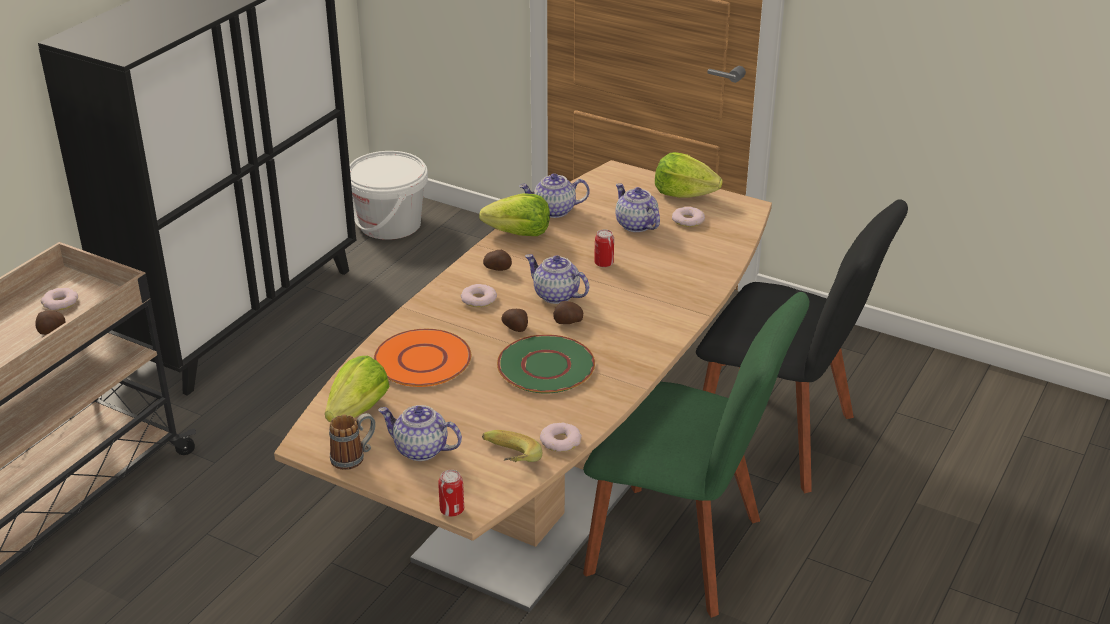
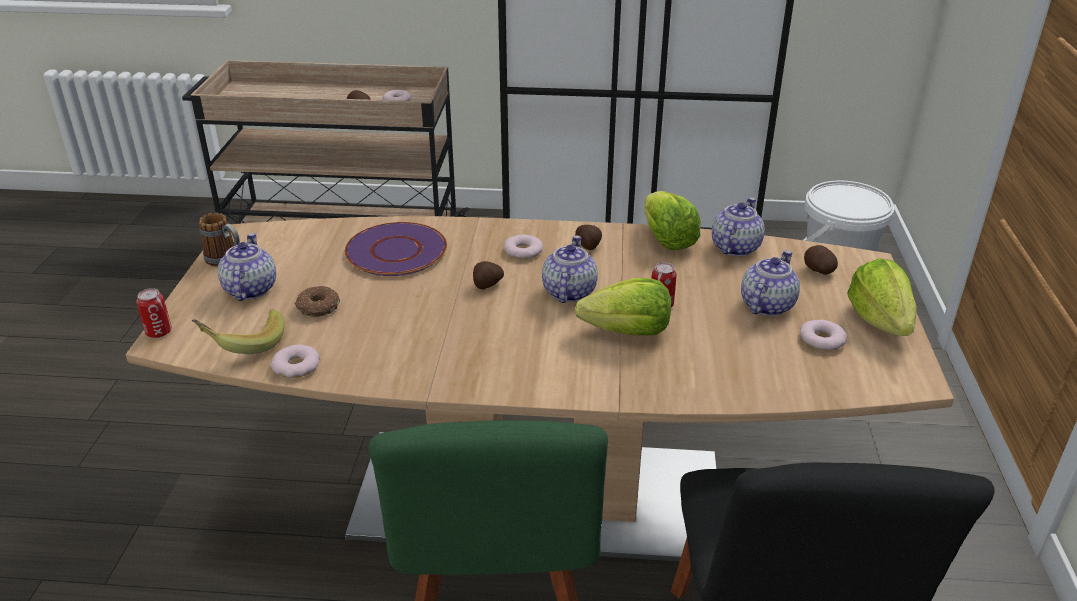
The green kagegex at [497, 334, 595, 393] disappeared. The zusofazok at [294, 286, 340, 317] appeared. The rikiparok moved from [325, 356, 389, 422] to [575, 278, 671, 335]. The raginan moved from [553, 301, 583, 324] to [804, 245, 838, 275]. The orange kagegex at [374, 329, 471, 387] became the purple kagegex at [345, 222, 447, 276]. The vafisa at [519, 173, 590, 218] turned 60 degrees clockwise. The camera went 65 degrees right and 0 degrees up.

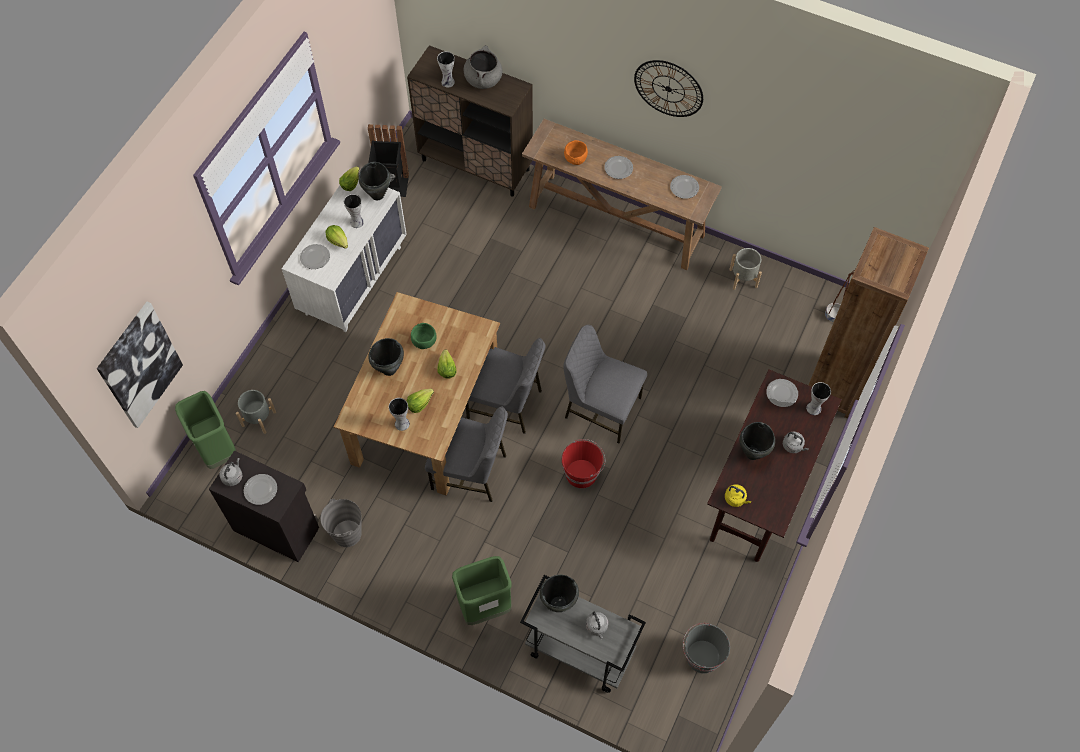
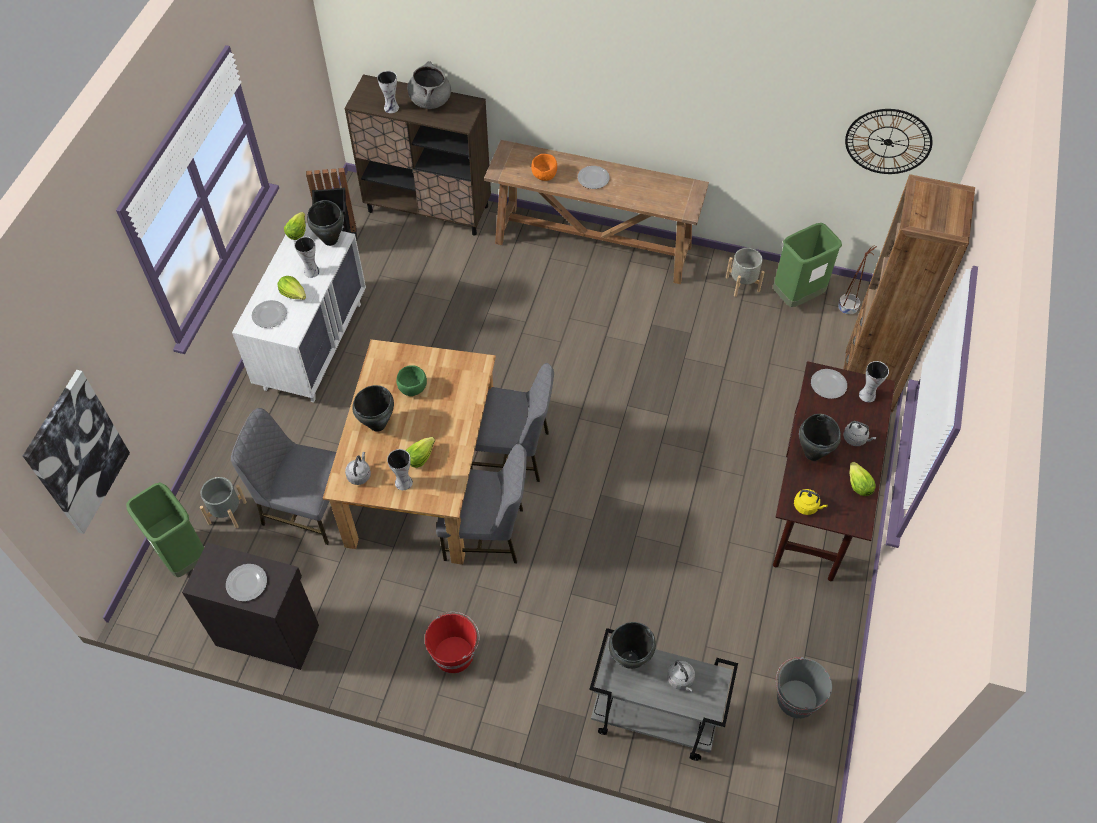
The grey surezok at [320, 499, 362, 547] disappeared. The kagegex at [670, 175, 699, 199] disappeared. The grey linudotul moved from [220, 458, 242, 486] to [345, 452, 371, 485]. The rikiparok moved from [437, 350, 457, 379] to [849, 462, 875, 496]. The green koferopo moved from [452, 556, 512, 625] to [773, 223, 842, 307]. The red surezok moved from [562, 439, 605, 488] to [425, 612, 480, 673]. The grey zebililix moved from [563, 325, 647, 443] to [231, 408, 336, 545]. The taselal moved from [634, 60, 703, 117] to [845, 109, 933, 174]. The camera went 10 degrees left and 5 degrees down.

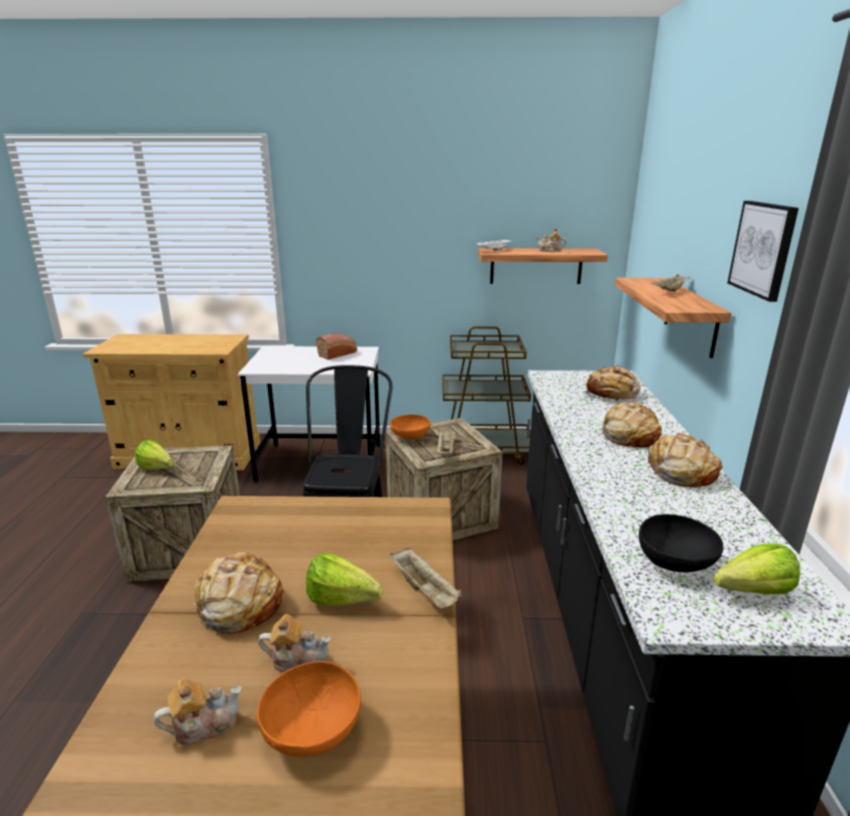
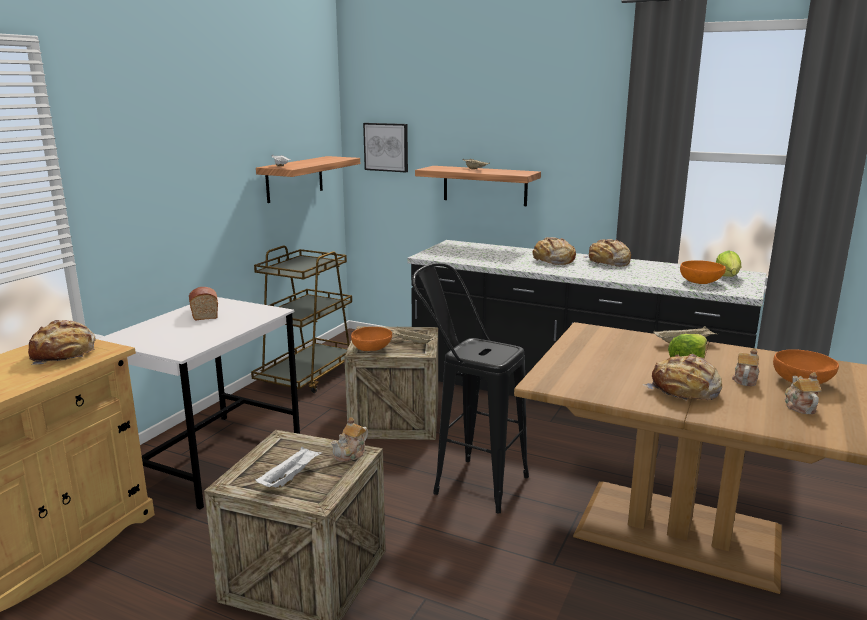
The vafisa moved from [537, 227, 566, 252] to [331, 417, 368, 462]. The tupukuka moved from [582, 365, 640, 401] to [28, 320, 96, 365]. The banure moved from [727, 201, 799, 302] to [363, 123, 408, 172]. The rikiparok at [135, 440, 173, 470] was replaced by the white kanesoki at [256, 447, 322, 488]. The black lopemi at [639, 514, 723, 572] became the orange lopemi at [680, 260, 726, 284]. The camera went 65 degrees left and 5 degrees down.

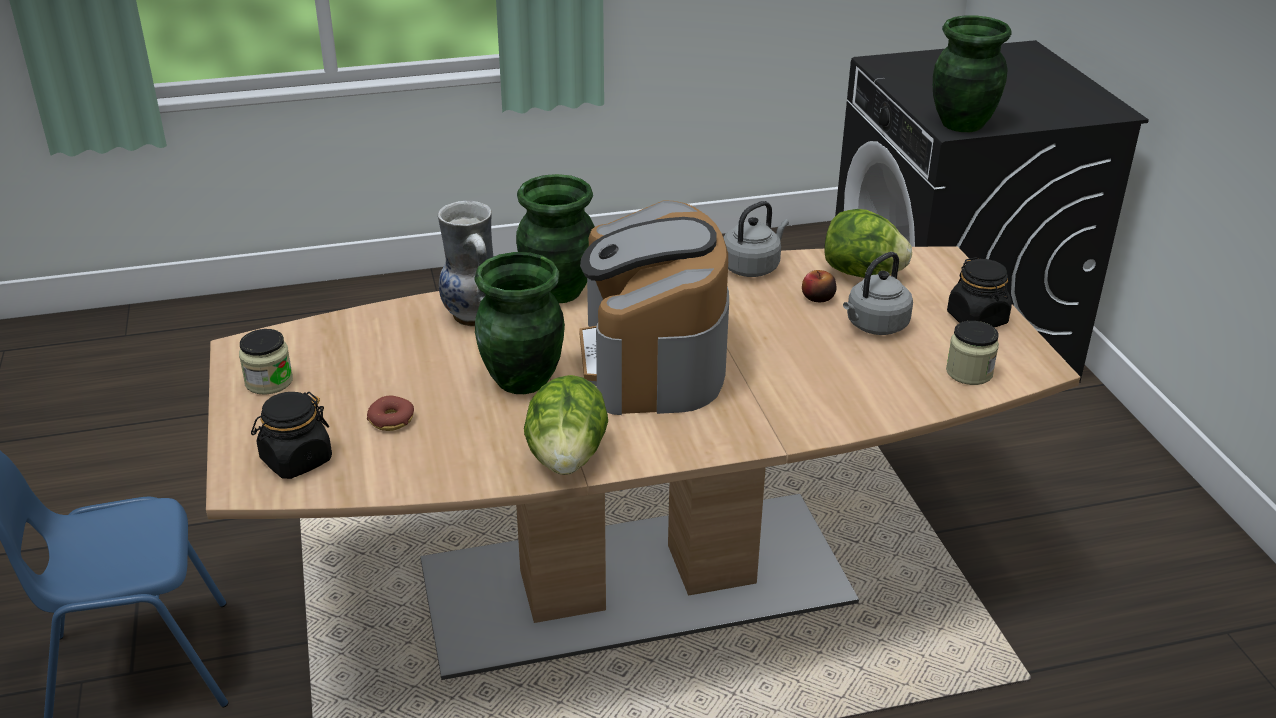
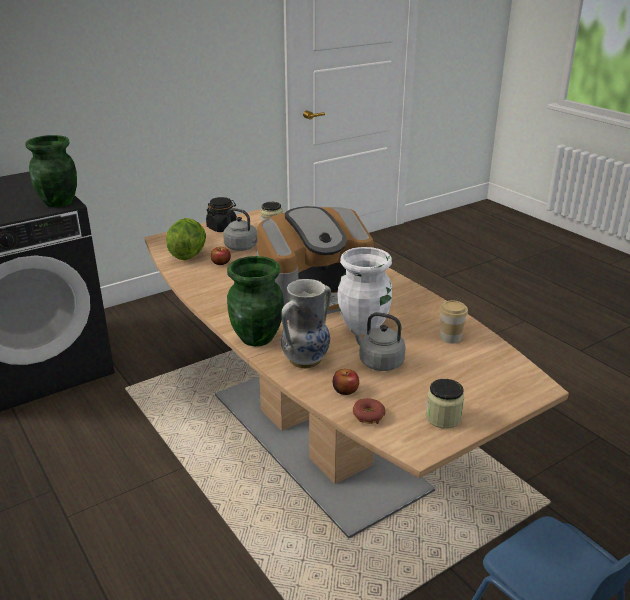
The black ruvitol at [251, 392, 332, 479] disappeared. The rikiparok at [524, 375, 608, 475] disappeared. The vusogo at [333, 369, 359, 395] appeared. The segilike at [439, 300, 468, 344] appeared. The zusofazok moved from [367, 396, 414, 431] to [353, 398, 385, 424]. The grey linudotul moved from [723, 201, 789, 277] to [351, 312, 406, 371]. The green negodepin at [475, 252, 565, 394] became the white negodepin at [337, 247, 392, 335]. The camera went 110 degrees left and 5 degrees down.

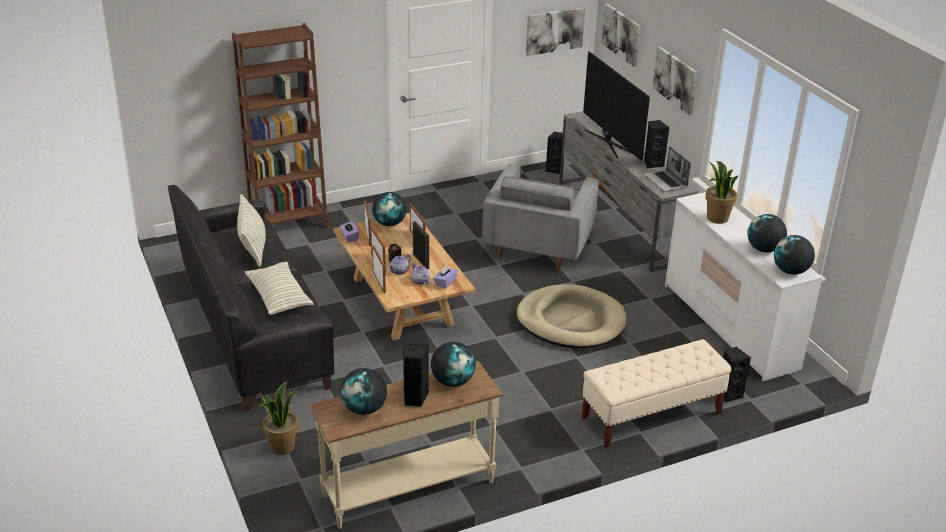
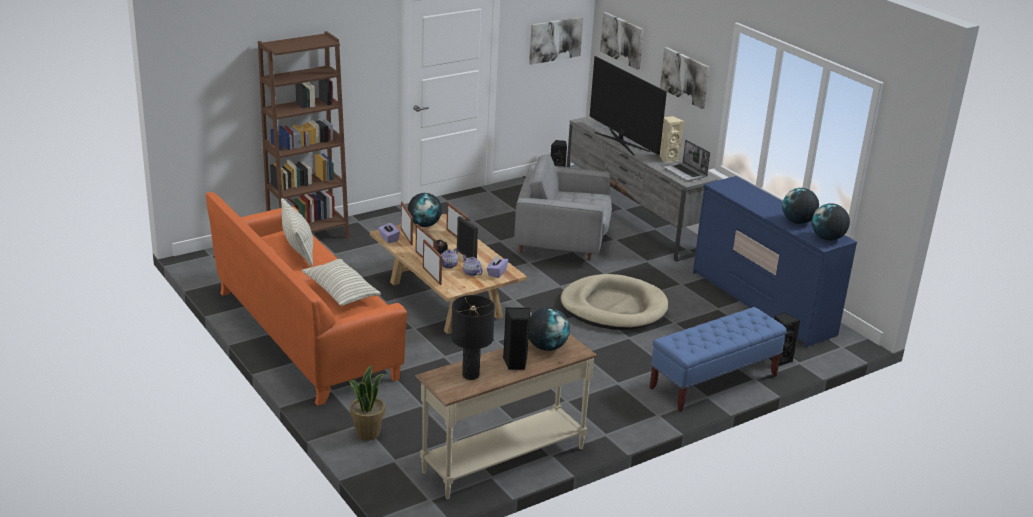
The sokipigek at [705, 161, 739, 224] disappeared. The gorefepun at [341, 368, 387, 415] was replaced by the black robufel at [451, 295, 495, 380]. The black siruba at [168, 185, 334, 412] became the orange siruba at [206, 192, 407, 406]. The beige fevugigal at [582, 339, 731, 448] became the blue fevugigal at [650, 307, 787, 412]. The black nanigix at [644, 120, 669, 168] became the beige nanigix at [659, 116, 685, 163]. The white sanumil at [665, 192, 823, 381] became the blue sanumil at [693, 176, 857, 347]. The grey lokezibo at [482, 164, 599, 270] turned 90 degrees clockwise. The camera went 10 degrees left and 5 degrees down.

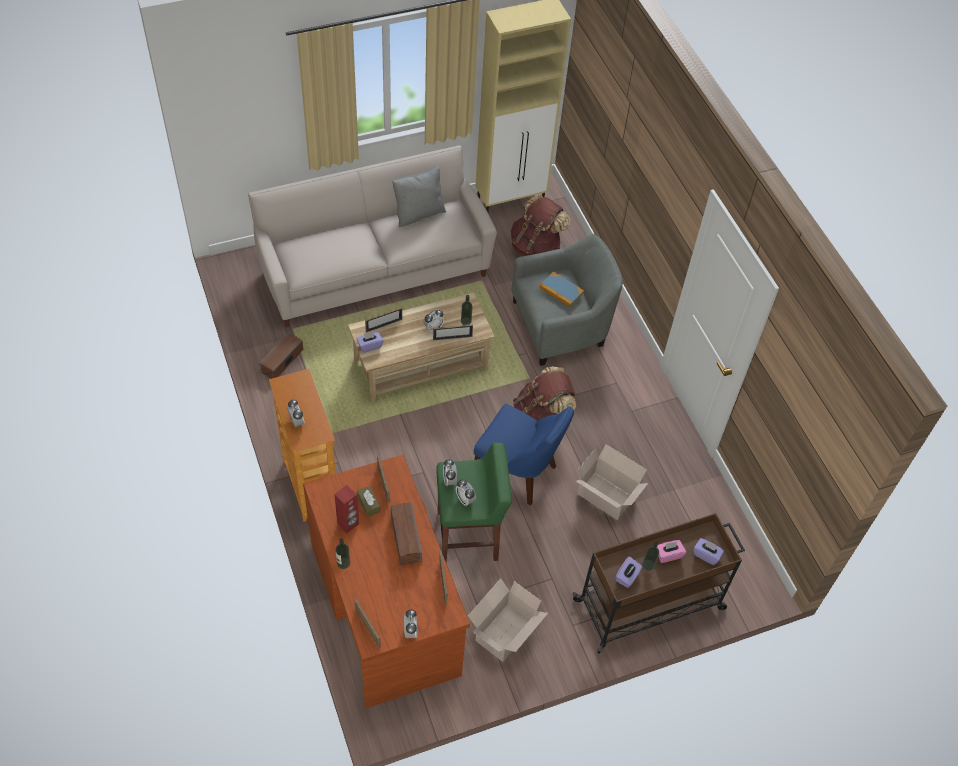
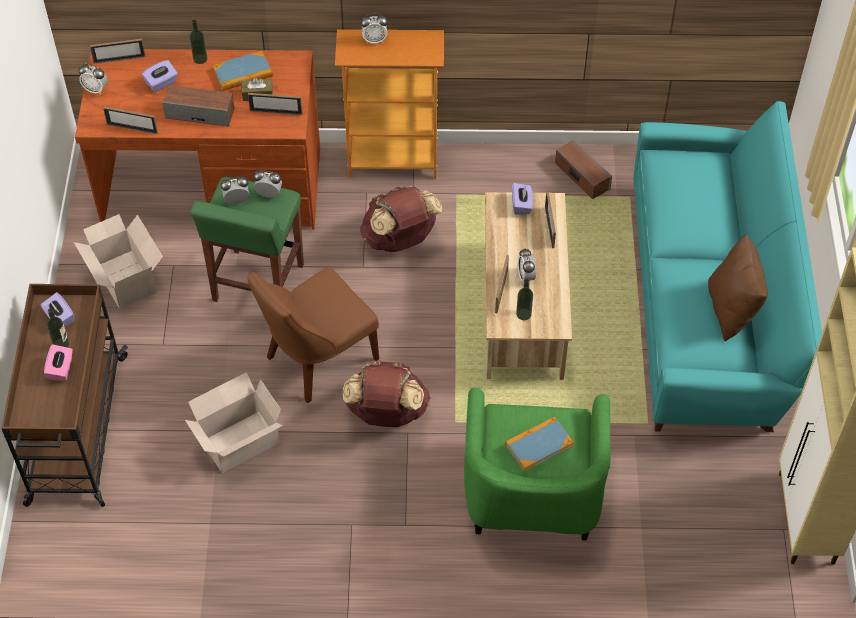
The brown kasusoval moved from [511, 195, 571, 256] to [360, 186, 443, 252]. The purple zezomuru moved from [694, 538, 724, 565] to [142, 60, 178, 92]. The red nanigix at [334, 485, 359, 533] was replaced by the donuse at [213, 51, 273, 91]. The beige siruba at [248, 145, 497, 327] became the turquoise siruba at [633, 101, 822, 432]. The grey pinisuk at [392, 166, 446, 227] became the brown pinisuk at [708, 234, 768, 341]. The blue zebililix at [474, 404, 574, 506] became the brown zebililix at [248, 267, 379, 403]. The grey lokezibo at [511, 234, 623, 366] became the green lokezibo at [464, 387, 611, 540]. The camera went 115 degrees right and 0 degrees up.

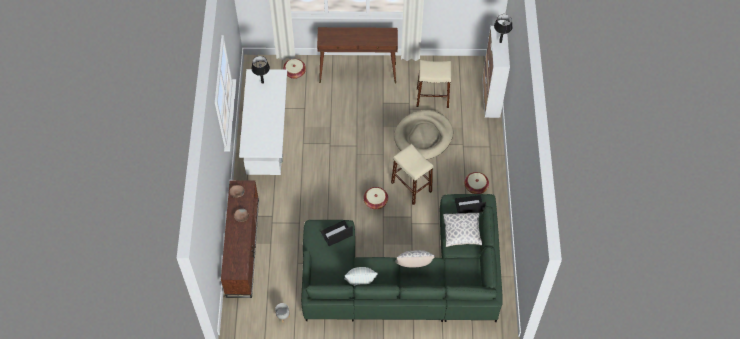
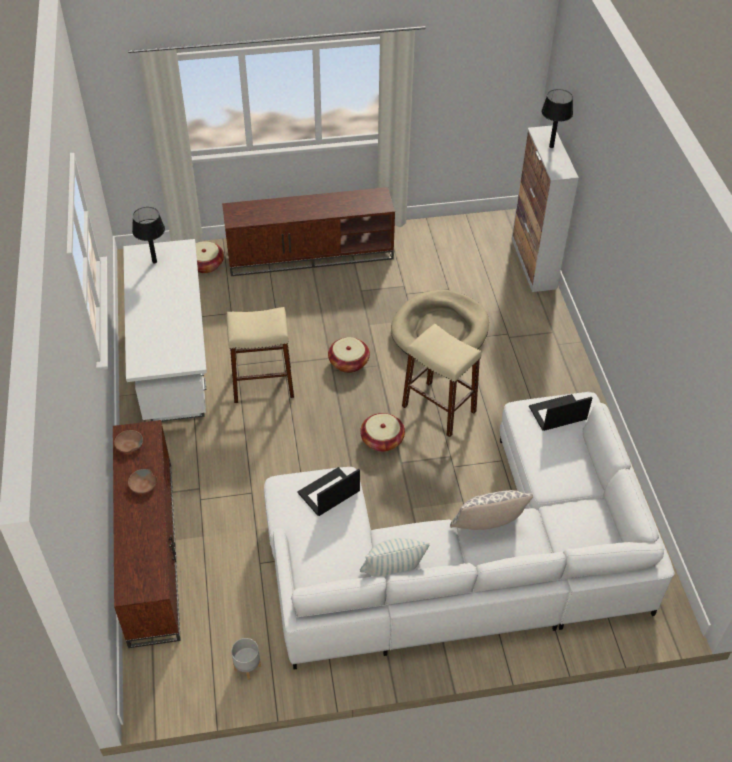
The pinisuk at [443, 213, 482, 247] disappeared. The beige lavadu moved from [416, 60, 451, 108] to [227, 307, 294, 403]. The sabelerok moved from [465, 172, 489, 194] to [328, 337, 370, 373]. The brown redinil at [317, 27, 398, 84] was replaced by the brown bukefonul at [222, 187, 395, 276]. The green siruba at [301, 194, 503, 322] became the white siruba at [264, 392, 674, 669]. The camera went 10 degrees left and 10 degrees down.

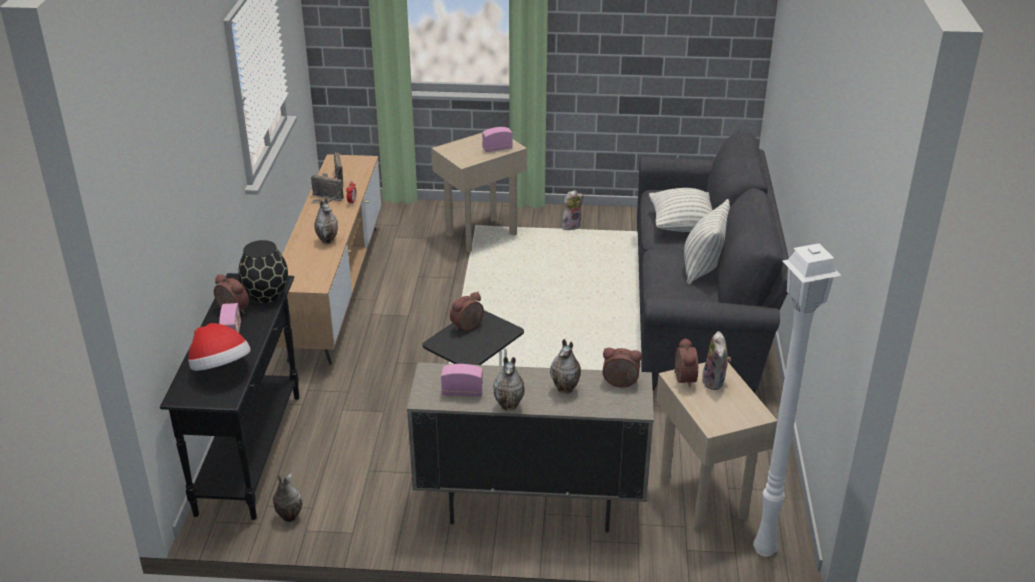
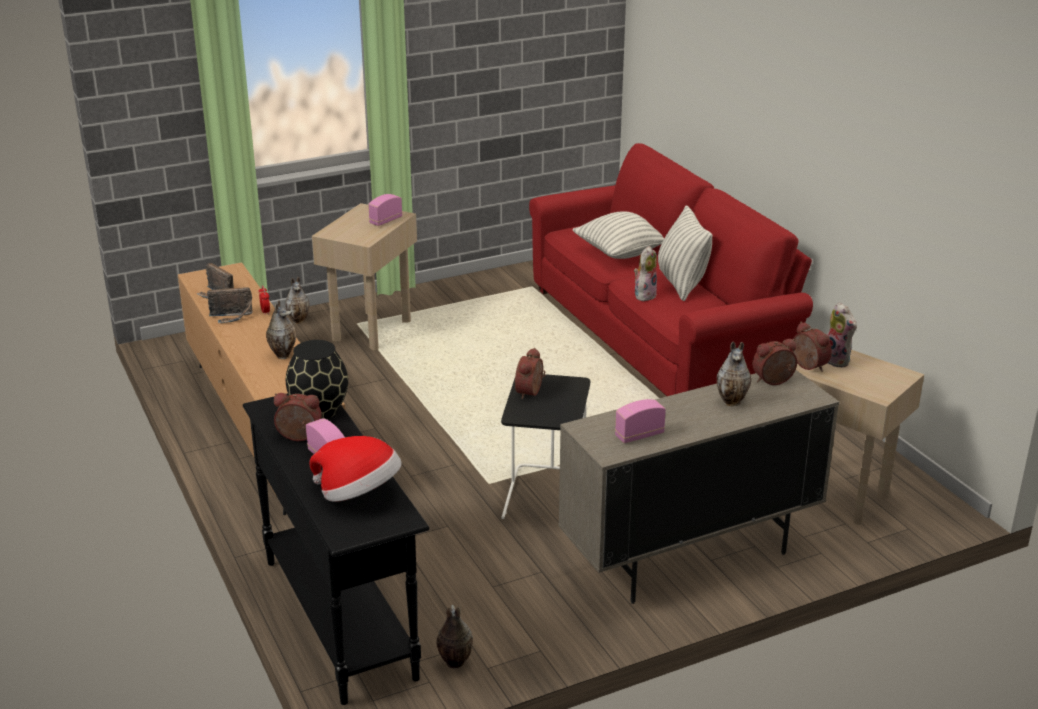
The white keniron at [753, 243, 841, 557] disappeared. The negodepin moved from [493, 356, 525, 411] to [285, 277, 310, 324]. The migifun moved from [562, 190, 584, 230] to [634, 246, 657, 301]. The grey siruba at [637, 129, 789, 393] became the red siruba at [529, 143, 813, 396]. The camera went 30 degrees left and 5 degrees down.

